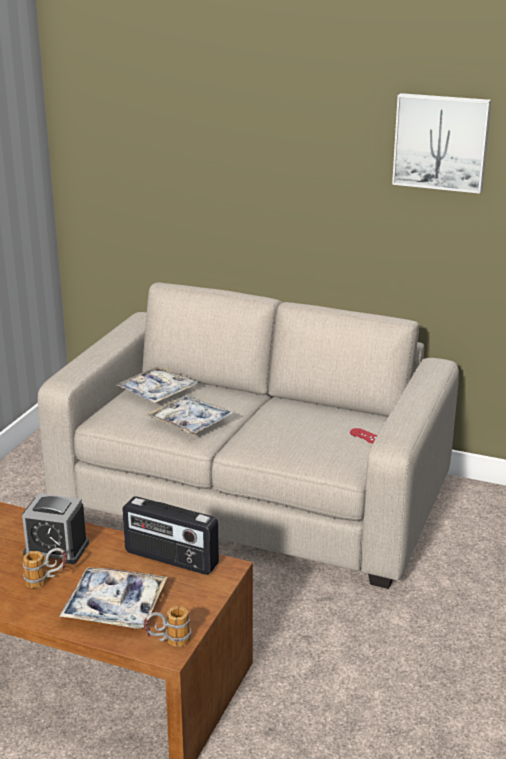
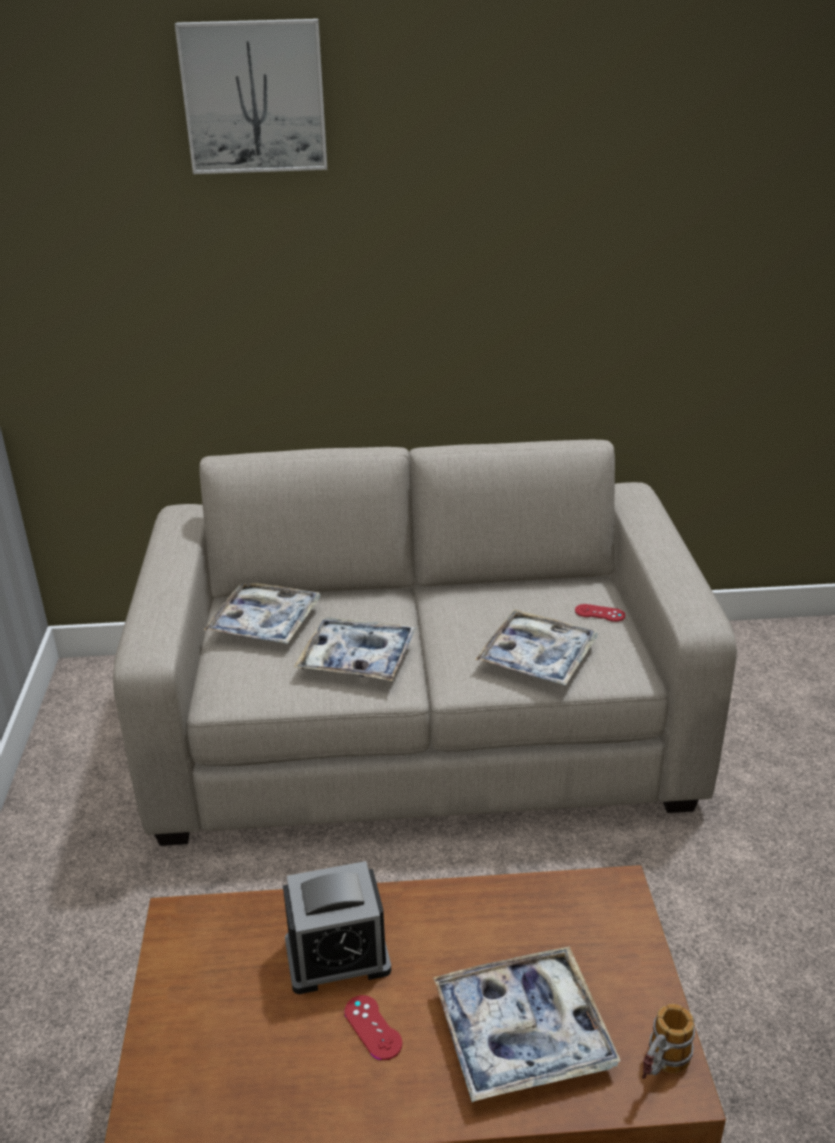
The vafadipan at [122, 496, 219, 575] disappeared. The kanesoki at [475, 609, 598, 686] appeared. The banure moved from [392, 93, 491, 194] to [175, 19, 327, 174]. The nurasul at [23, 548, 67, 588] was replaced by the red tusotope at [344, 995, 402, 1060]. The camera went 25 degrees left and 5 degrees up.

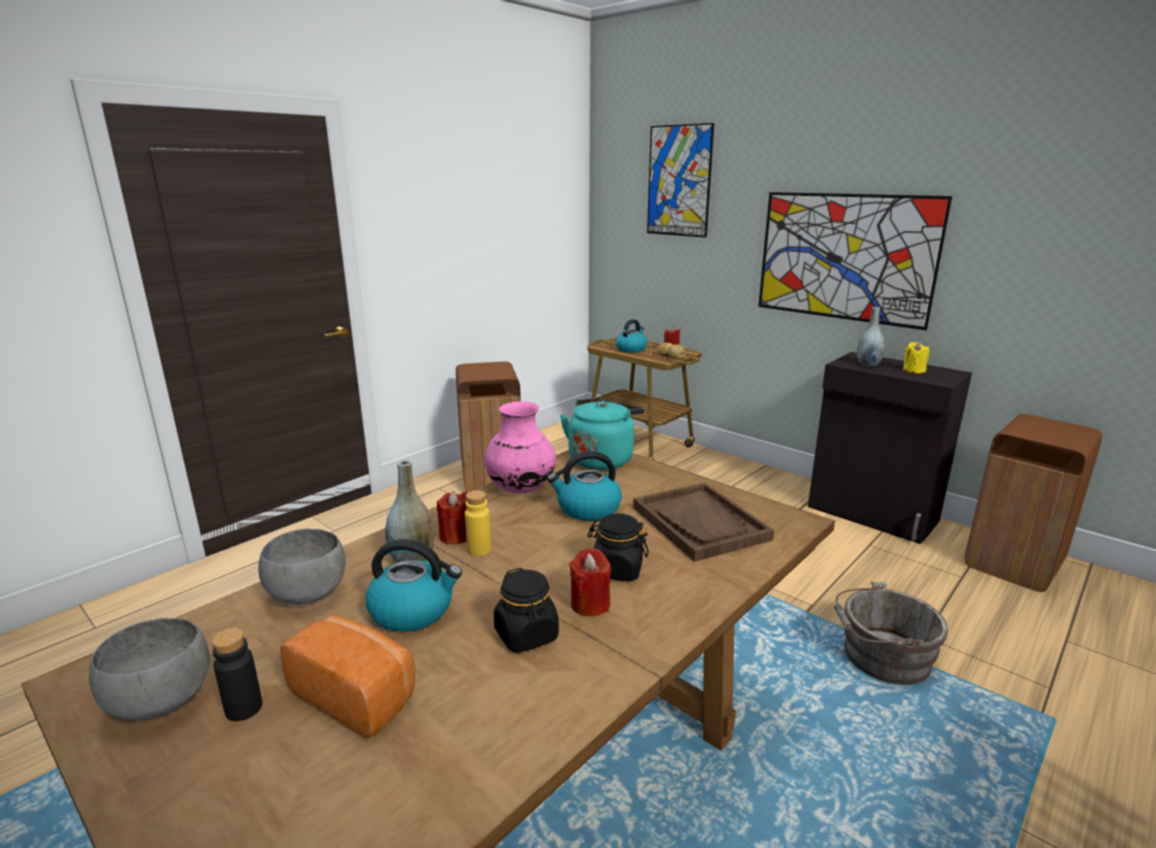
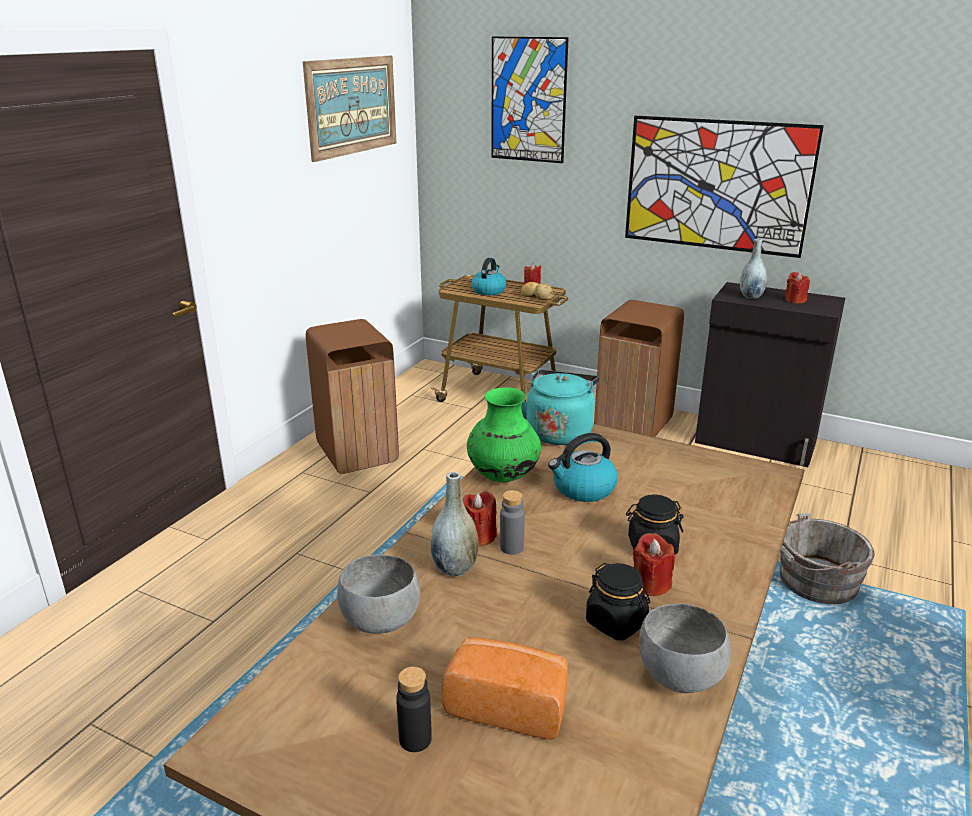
The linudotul at [365, 539, 462, 632] disappeared. The brown kanesoki at [633, 483, 774, 562] disappeared. The banure at [303, 56, 397, 162] appeared. The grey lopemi moved from [89, 618, 210, 720] to [639, 603, 731, 693]. The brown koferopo moved from [964, 414, 1102, 592] to [594, 300, 684, 437]. The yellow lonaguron at [465, 490, 491, 556] became the grey lonaguron at [500, 490, 525, 555]. The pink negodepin at [484, 401, 556, 493] became the green negodepin at [467, 387, 541, 482]. The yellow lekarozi at [903, 342, 929, 373] became the red lekarozi at [785, 272, 810, 304]. The camera went 15 degrees left and 5 degrees up.

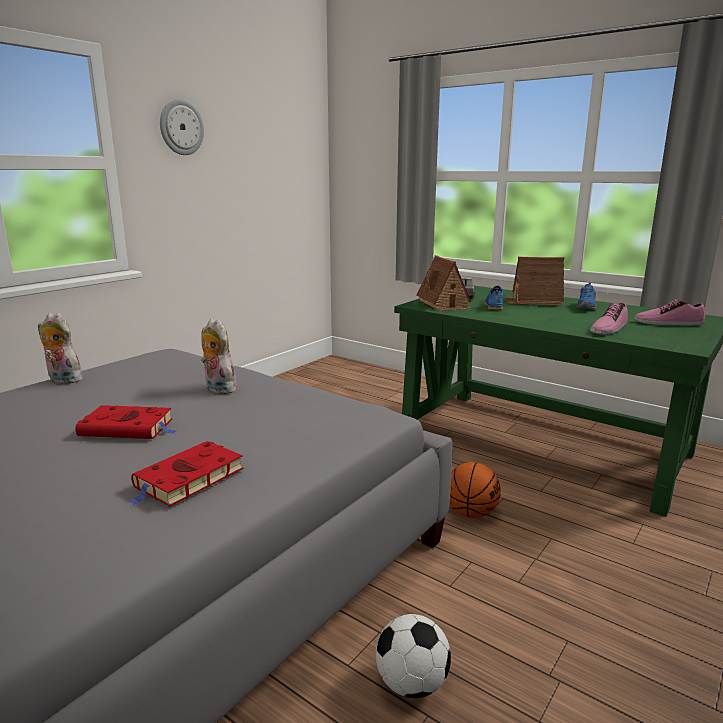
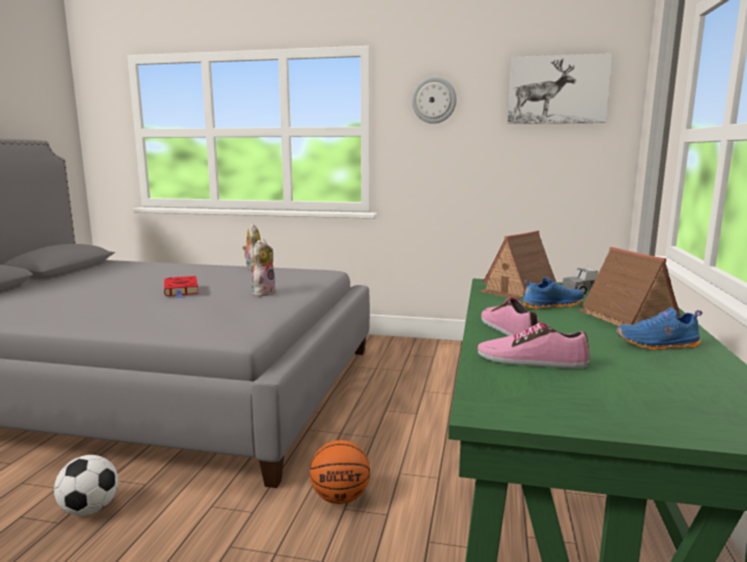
The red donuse at [128, 441, 244, 507] disappeared. The banure at [507, 53, 612, 124] appeared. The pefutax moved from [634, 299, 705, 325] to [481, 297, 539, 336]. The camera went 65 degrees right and 5 degrees down.

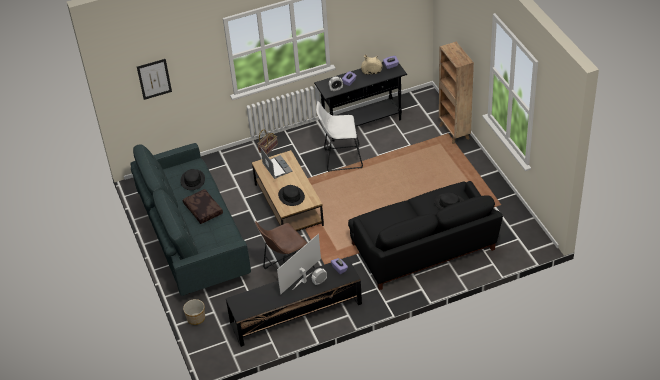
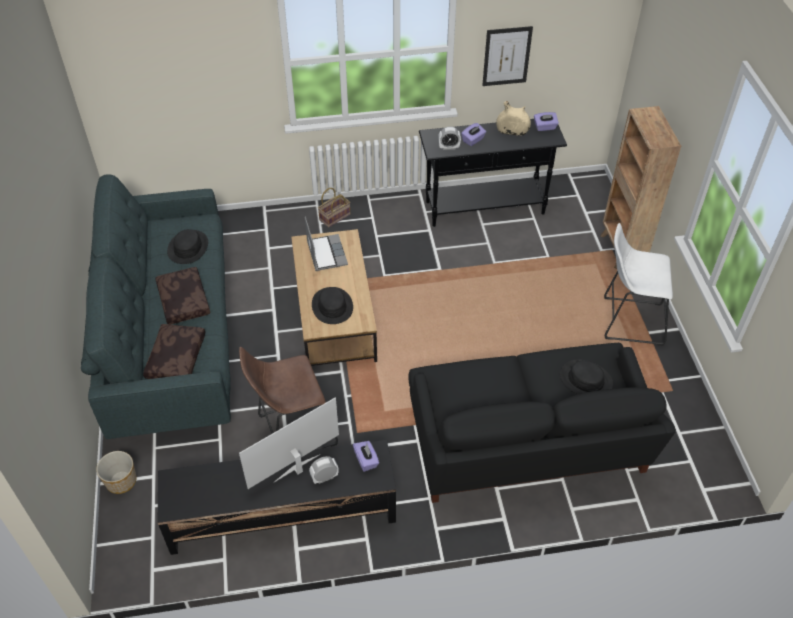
The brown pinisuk at [143, 324, 205, 379] appeared. The banure moved from [137, 59, 172, 100] to [482, 26, 533, 86]. The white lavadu moved from [316, 101, 363, 172] to [604, 223, 673, 346]. The camera went 10 degrees right and 5 degrees up.

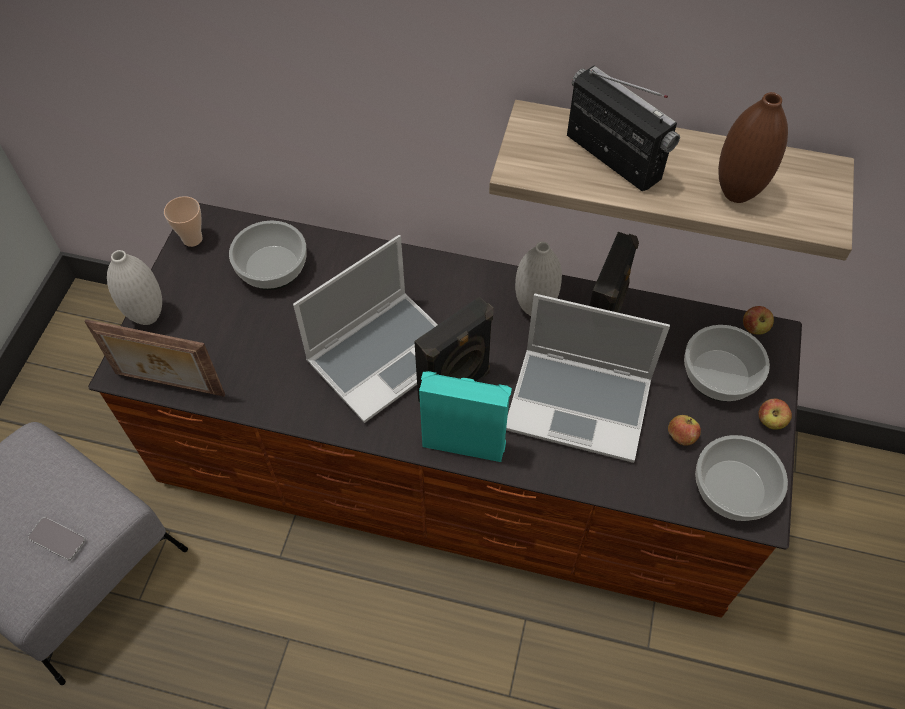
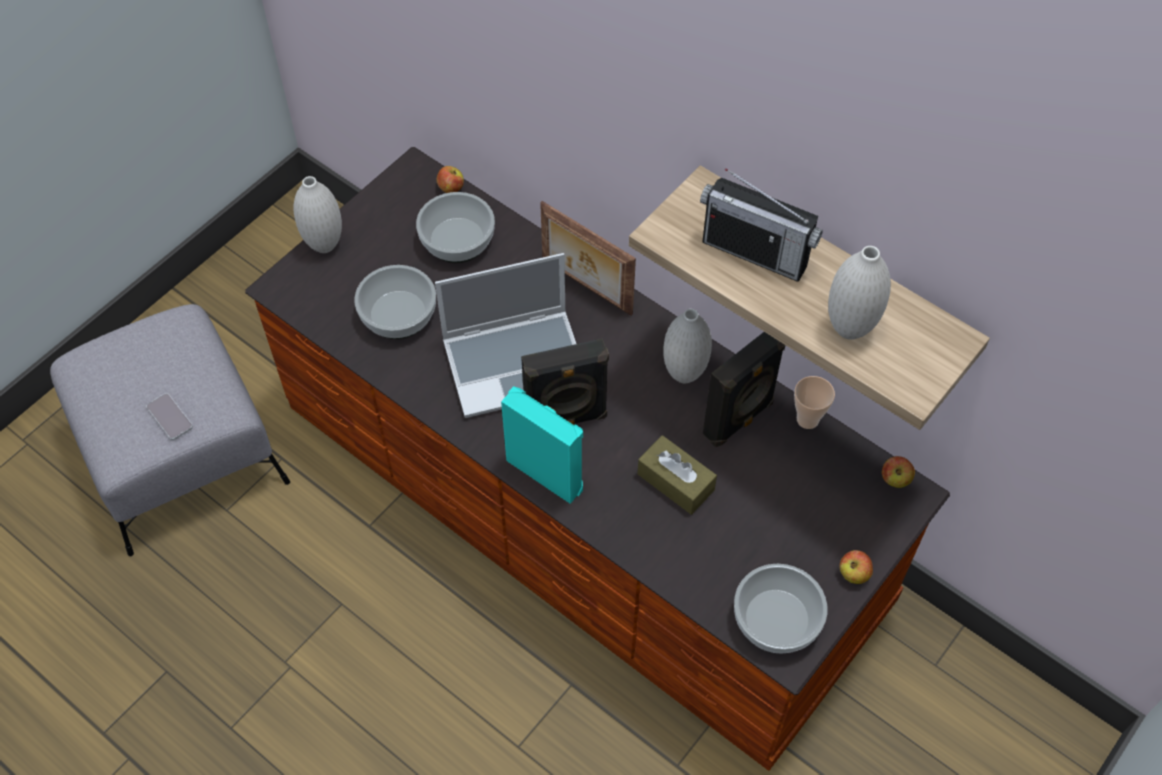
The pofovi moved from [84, 319, 225, 397] to [540, 201, 636, 316]. The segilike moved from [164, 196, 203, 247] to [794, 376, 835, 429]. The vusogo moved from [668, 415, 701, 446] to [437, 166, 464, 193]. The lopemi moved from [684, 325, 770, 401] to [355, 265, 436, 339]. The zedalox at [506, 294, 670, 463] was replaced by the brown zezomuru at [637, 435, 717, 515]. The brown negodepin at [718, 92, 788, 203] became the white negodepin at [828, 246, 891, 340]. The vafadipan at [567, 66, 680, 191] turned 135 degrees clockwise. The camera went 25 degrees right and 0 degrees up.

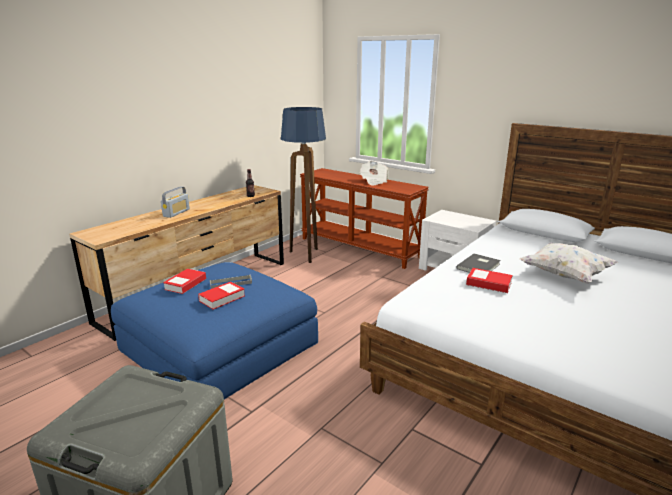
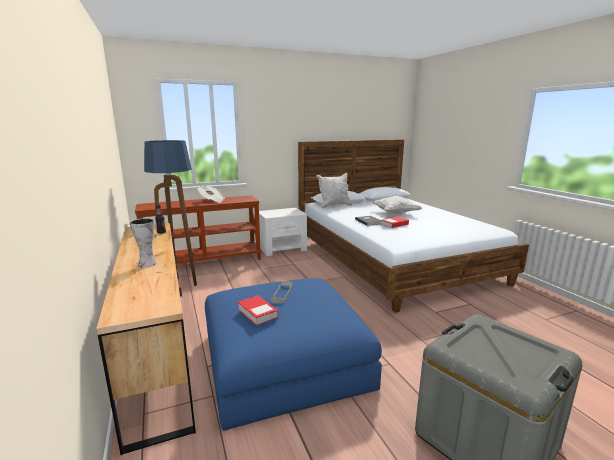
The donuse at [198, 282, 245, 309] disappeared. The white pinisuk at [316, 173, 352, 209] appeared. The vafadipan at [161, 186, 190, 218] was replaced by the negodepin at [130, 218, 157, 267]. The camera went 60 degrees left and 5 degrees down.

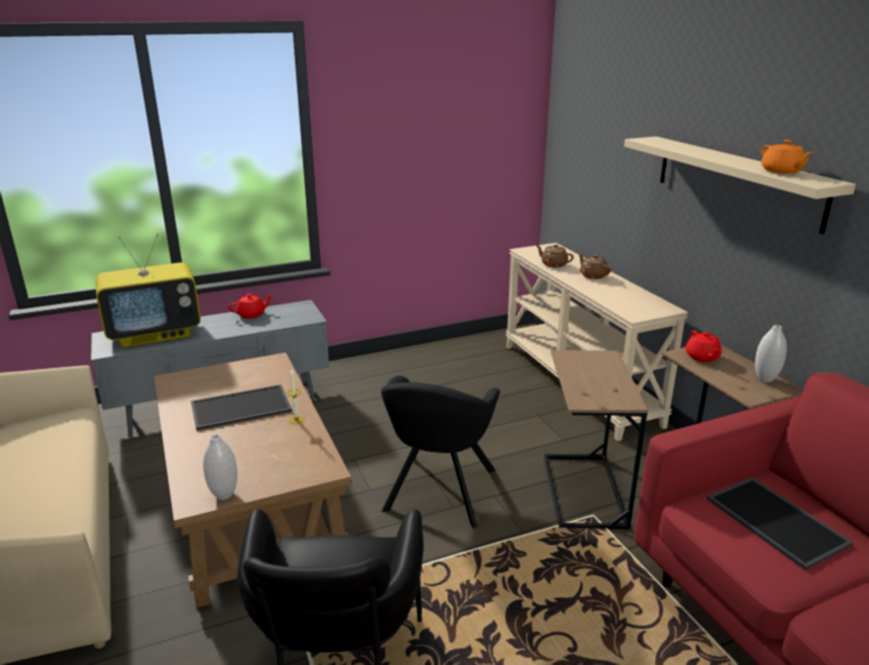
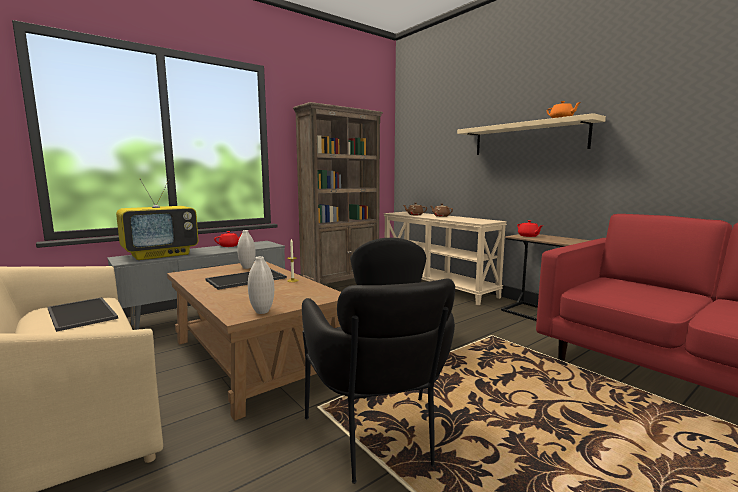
The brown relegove at [544, 350, 648, 529] disappeared. The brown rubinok at [293, 102, 383, 284] appeared. The kanesoki moved from [707, 477, 853, 570] to [48, 297, 118, 332]. The white negodepin moved from [755, 325, 787, 383] to [237, 230, 255, 269]. The camera went 15 degrees left and 15 degrees down.

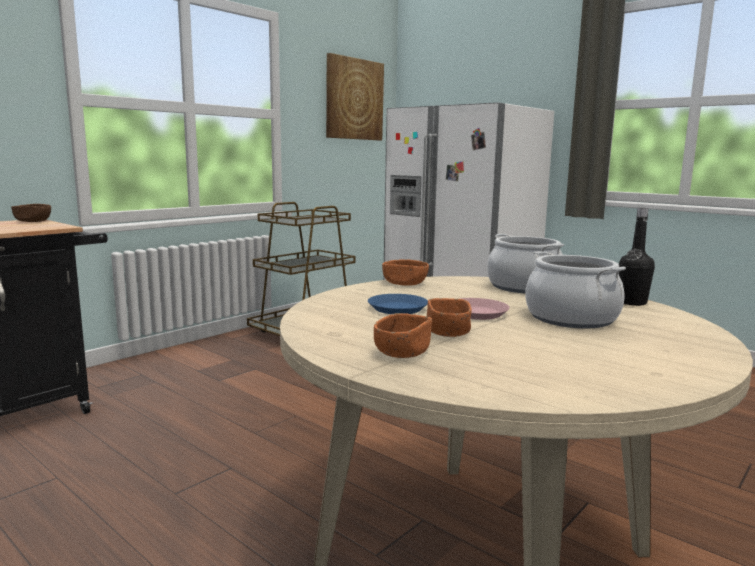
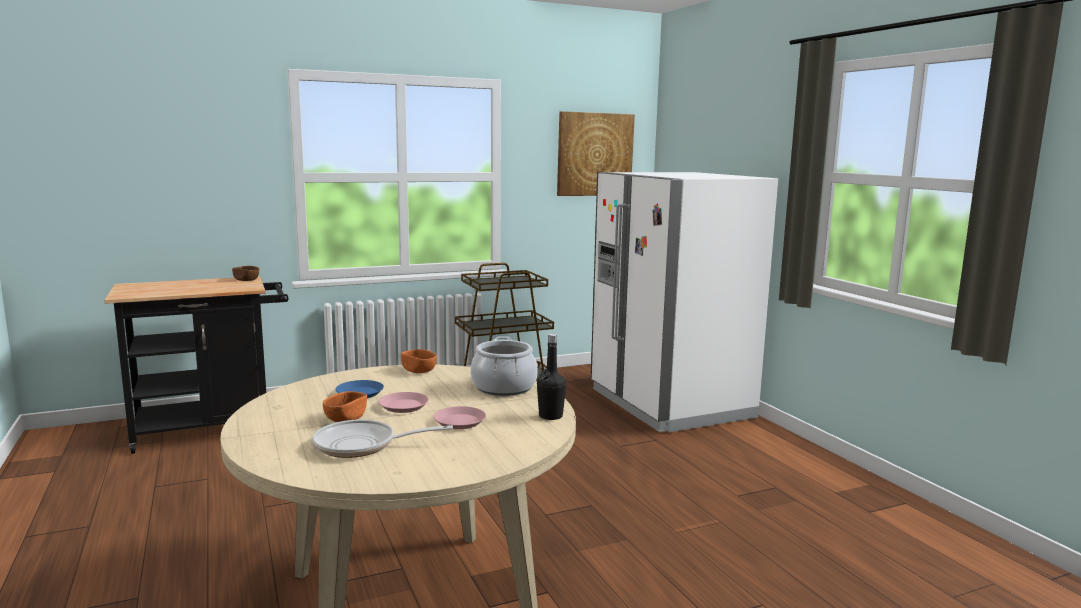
The orange lopemi at [374, 313, 432, 358] disappeared. The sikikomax at [312, 419, 453, 458] appeared. The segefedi at [525, 251, 626, 328] was replaced by the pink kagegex at [434, 406, 486, 429]. The camera went 25 degrees right and 0 degrees up.

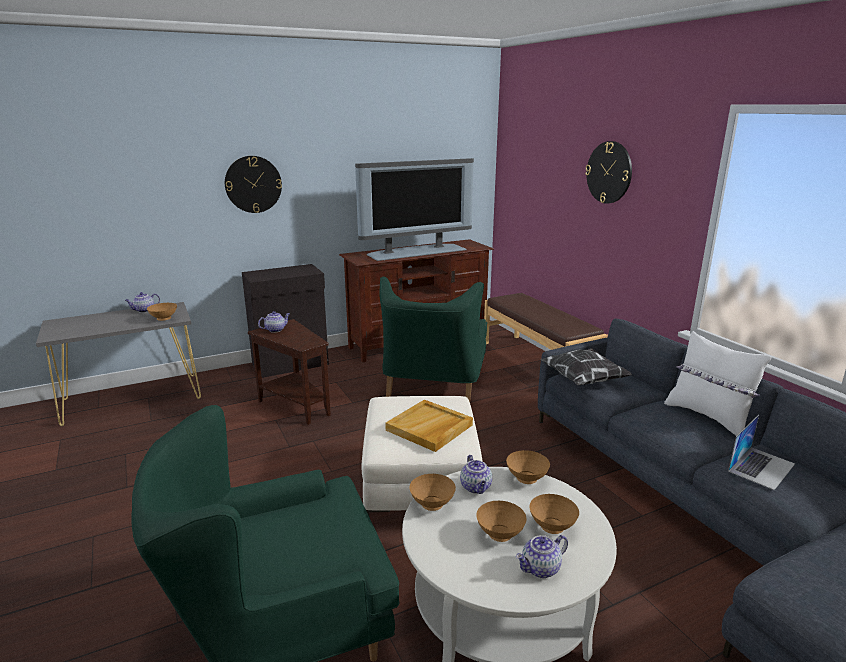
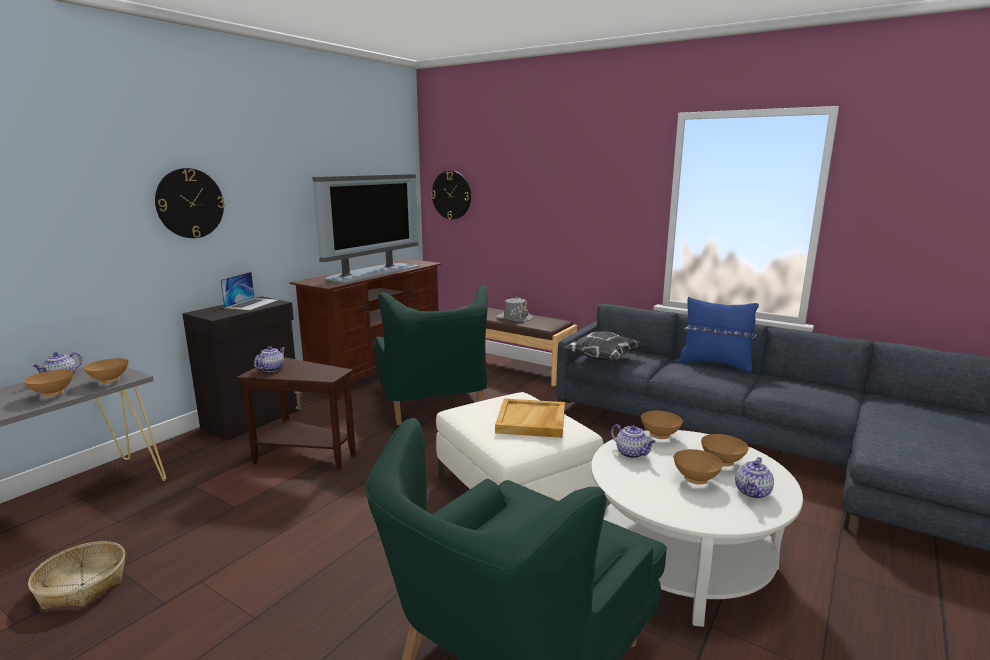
The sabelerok at [28, 541, 125, 609] appeared. The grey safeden at [496, 296, 533, 322] appeared. The brown lopemi moved from [410, 474, 456, 511] to [23, 370, 74, 397]. The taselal moved from [585, 141, 632, 204] to [431, 171, 471, 220]. The zedalox moved from [728, 415, 795, 490] to [220, 272, 278, 310]. The white pinisuk at [664, 331, 771, 436] became the blue pinisuk at [678, 297, 759, 373]. The camera went 30 degrees left and 5 degrees down.

